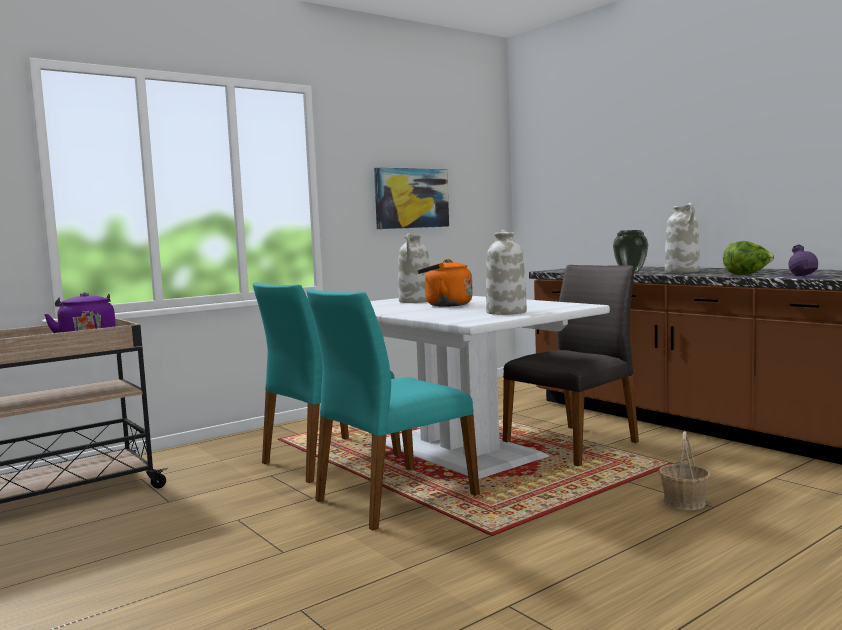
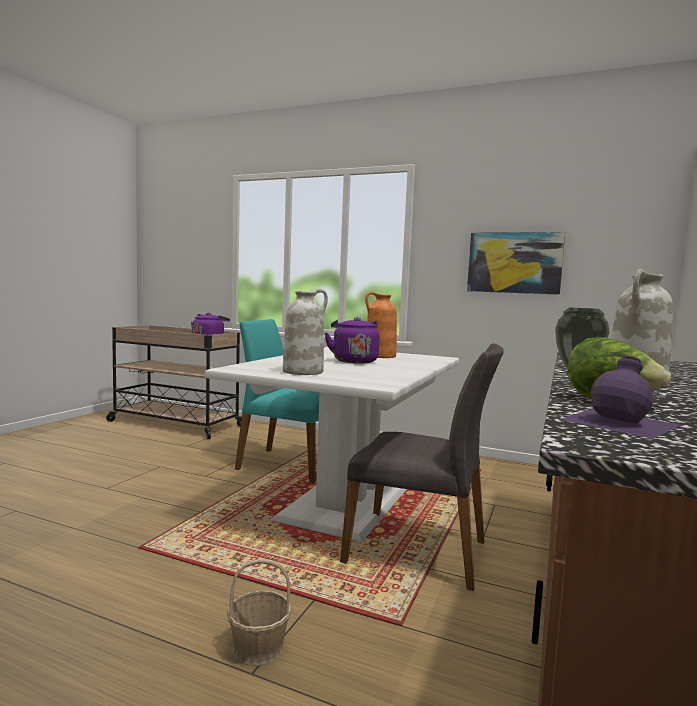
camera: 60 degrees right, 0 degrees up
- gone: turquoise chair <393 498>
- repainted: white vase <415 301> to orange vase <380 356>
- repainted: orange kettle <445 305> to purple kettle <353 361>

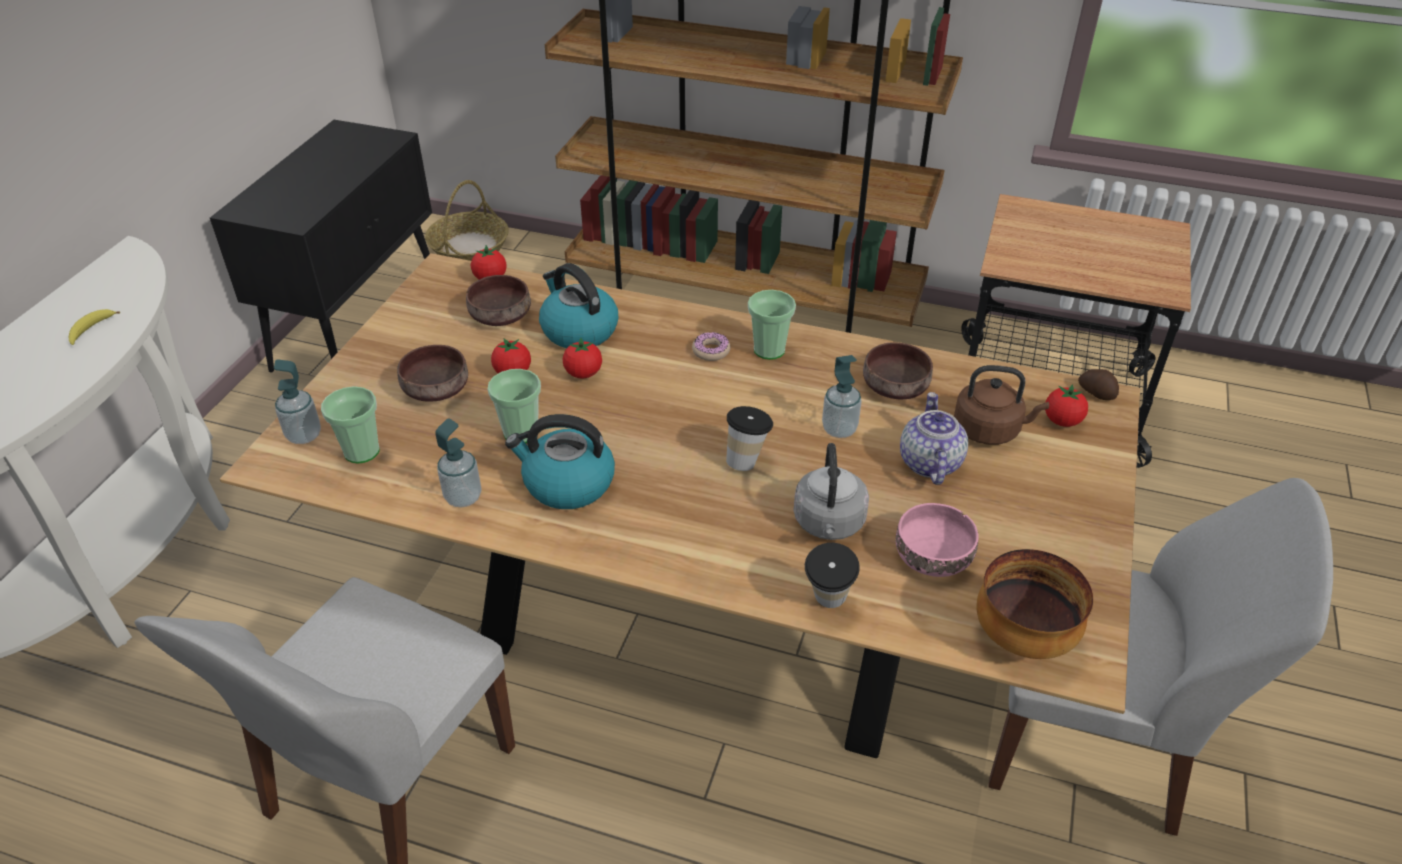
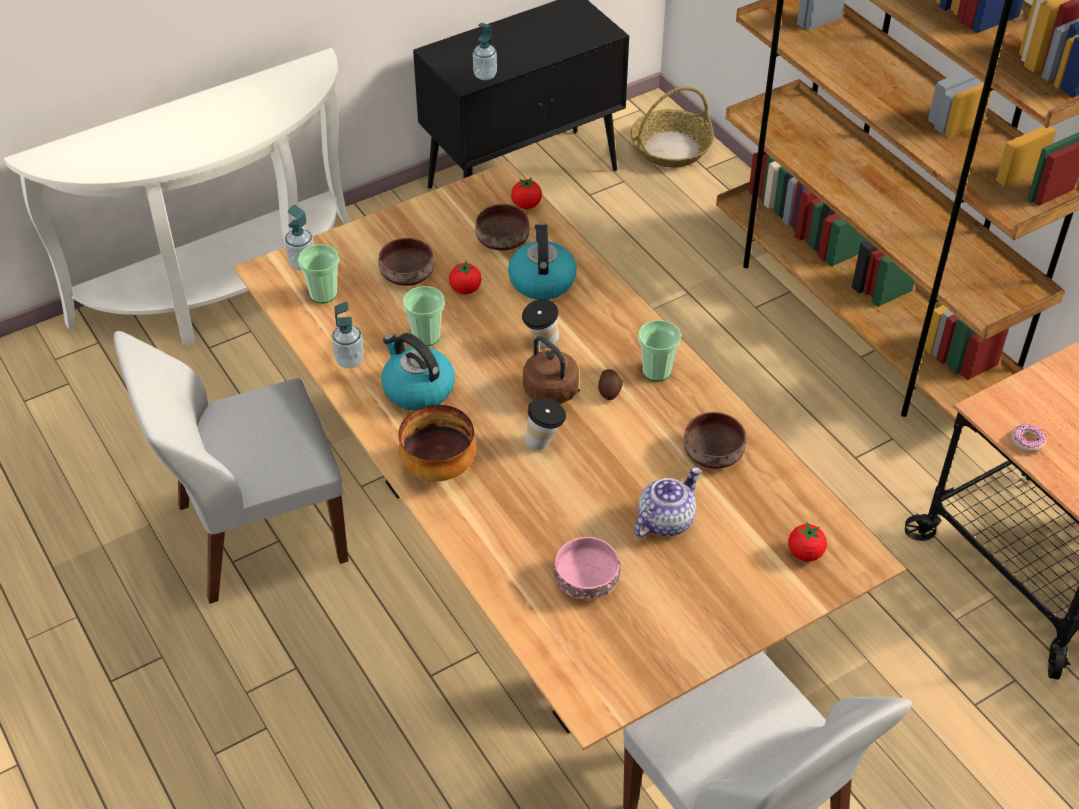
camera: 40 degrees right, 5 degrees up
- gone: banana <91 330>
- gone: tomato <583 373>
- shifted: donut <711 351> to <1027 441>
- gone: grey kettle <829 524>
- shifted: cup <827 604> to <541 343>
- shifted: soap dispenser <839 429> to <485 75>
- shifted: brown kettle <990 430> to <553 393>
- shifted: bowl <1022 636> to <439 468>
- shifted: potato <1097 392> to <609 390>

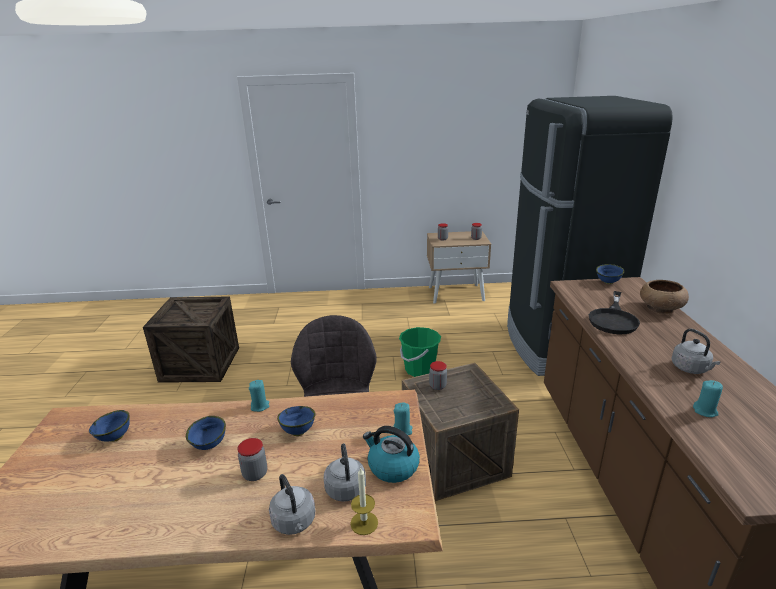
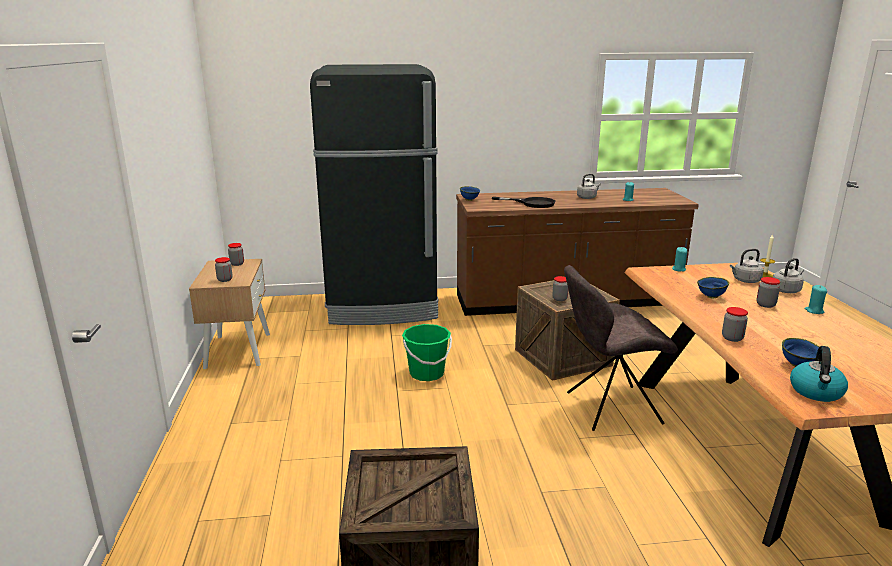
camera: 95 degrees left, 5 degrees down
- gone: blue bowl <210 445>
- shifted: turquoise candle <260 406> to <814 311>
- shifted: kettle <392 467> to <816 392>
- gone: brown bowl <660 308>
- new: jar <732 338>

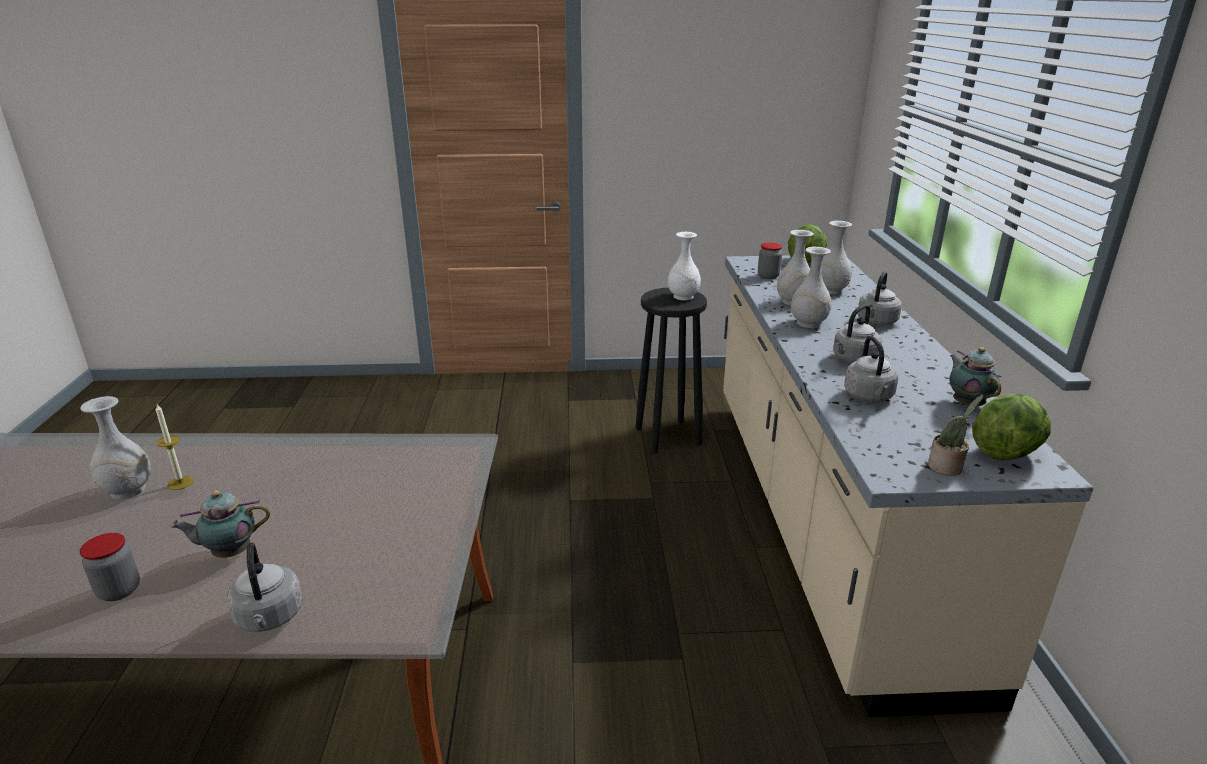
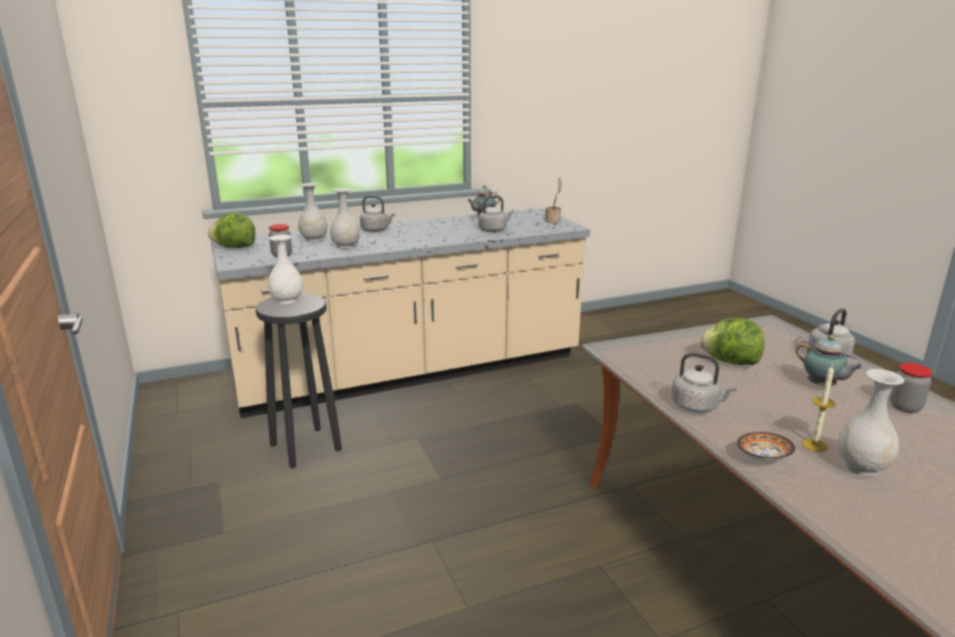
camera: 110 degrees left, 5 degrees down
- gone: white vase <808 323>
- shifted: grey kettle <853 360> to <697 406>
- shifted: lettuce <1005 452> to <730 362>
- new: bowl <765 458>

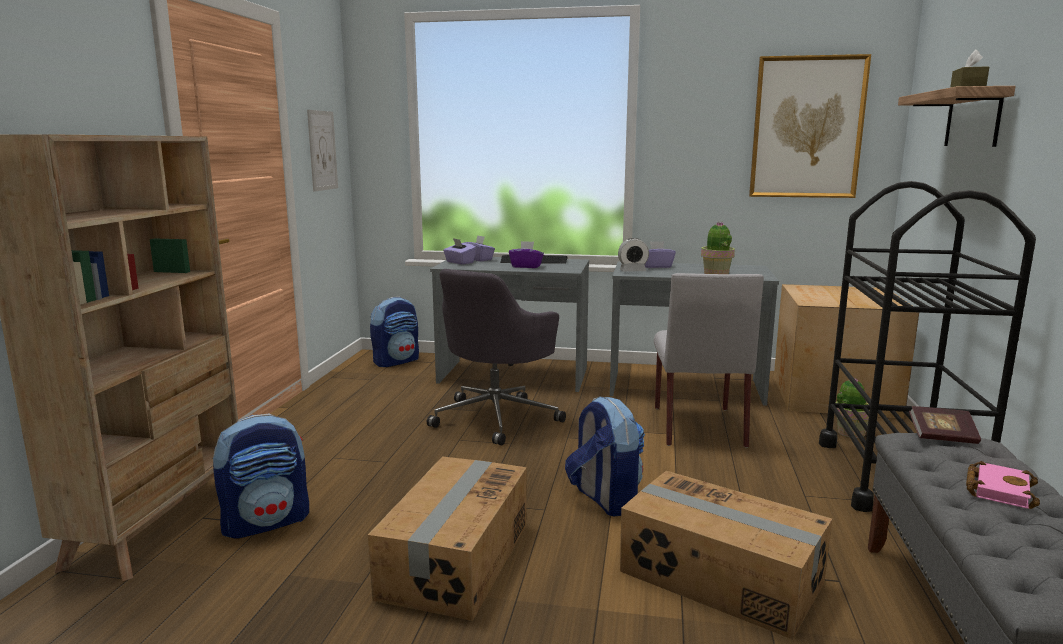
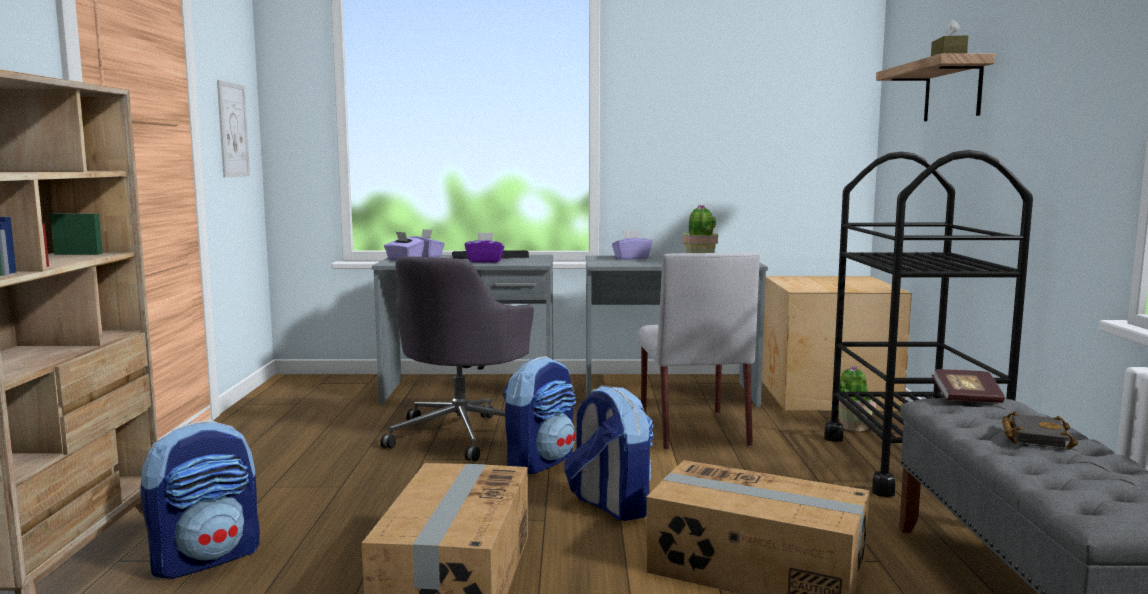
camera: 10 degrees left, 5 degrees down
- shifted: backpack <396 361> to <540 462>
- gone: alarm clock <632 271>
- gone: picture <807 128>
- repainted: pink book <997 489> to black book <1033 436>

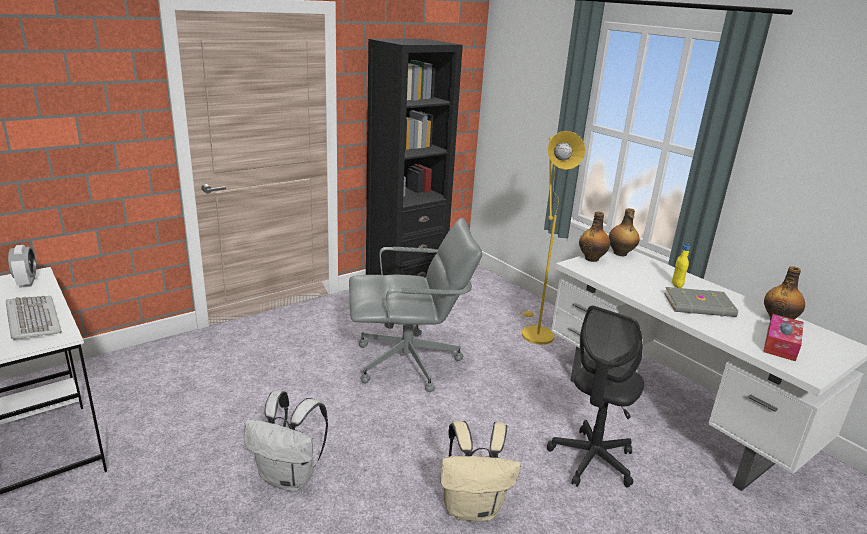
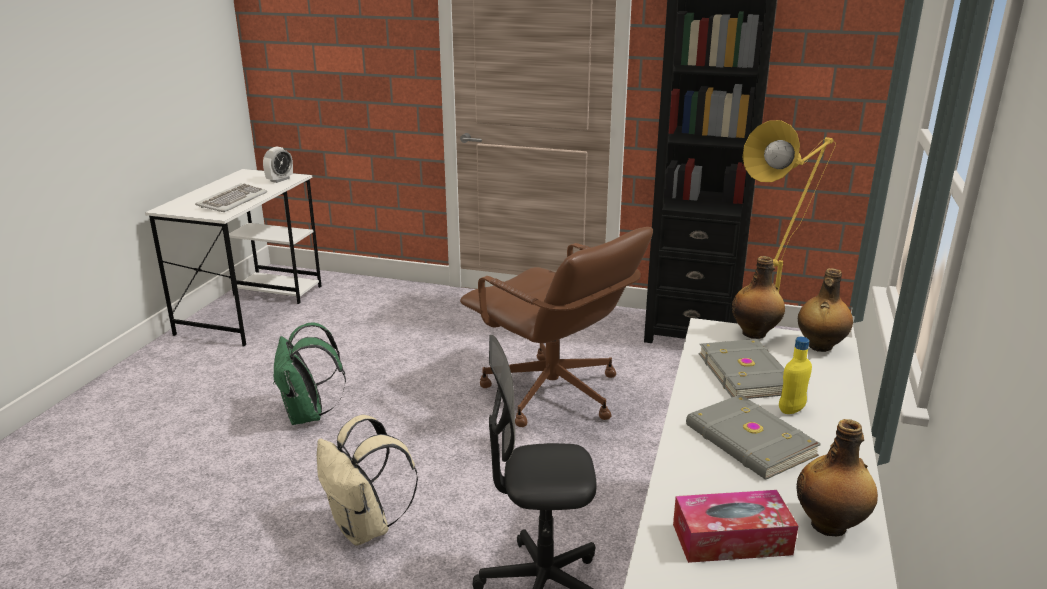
camera: 55 degrees right, 0 degrees up
- repainted: white backpack <289 478> to green backpack <308 415>
- repainted: grey office chair <408 363> to brown office chair <552 394>
- new: grey book <747 373>

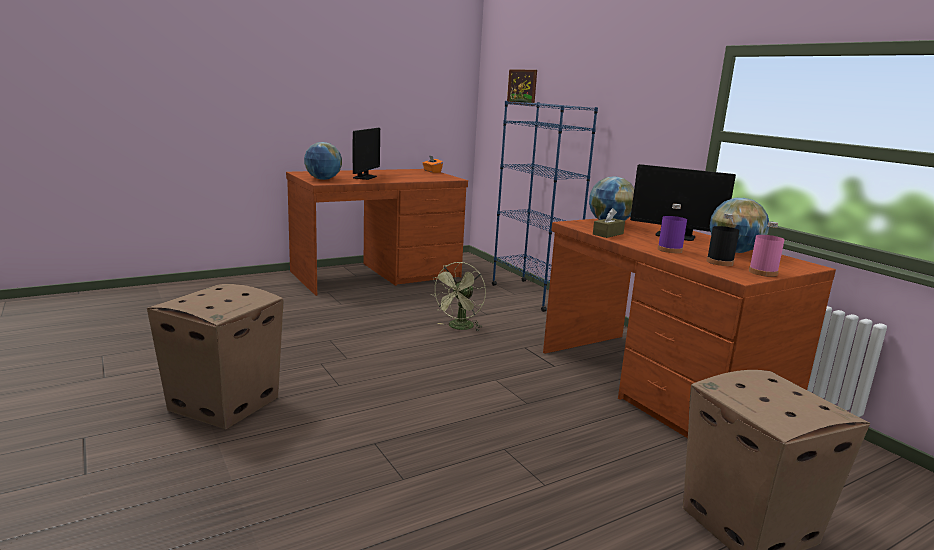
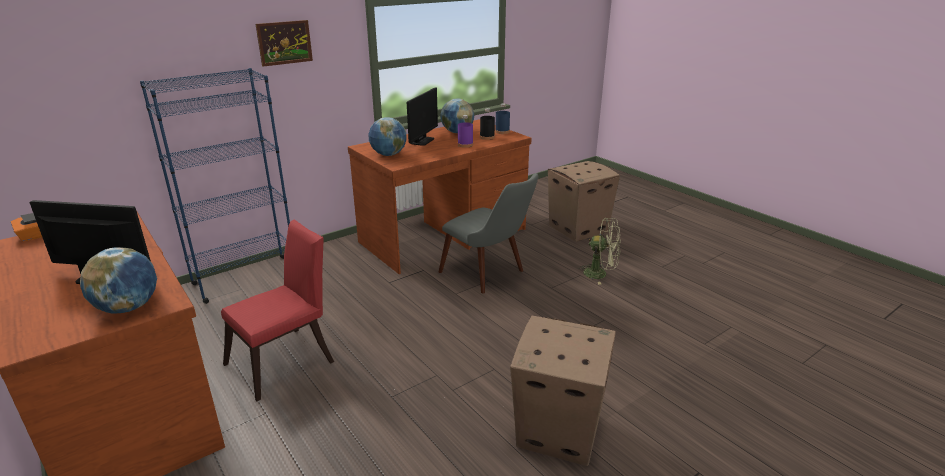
camera: 95 degrees left, 10 degrees up
- shifted: green fan <459 328> to <600 274>
- shifted: picture <522 87> to <284 42>
- gone: brown tissue box <608 234>
- repainted: pink bottle <763 272> to blue bottle <502 132>
- new: red chair <286 360>
- new: grey chair <489 274>

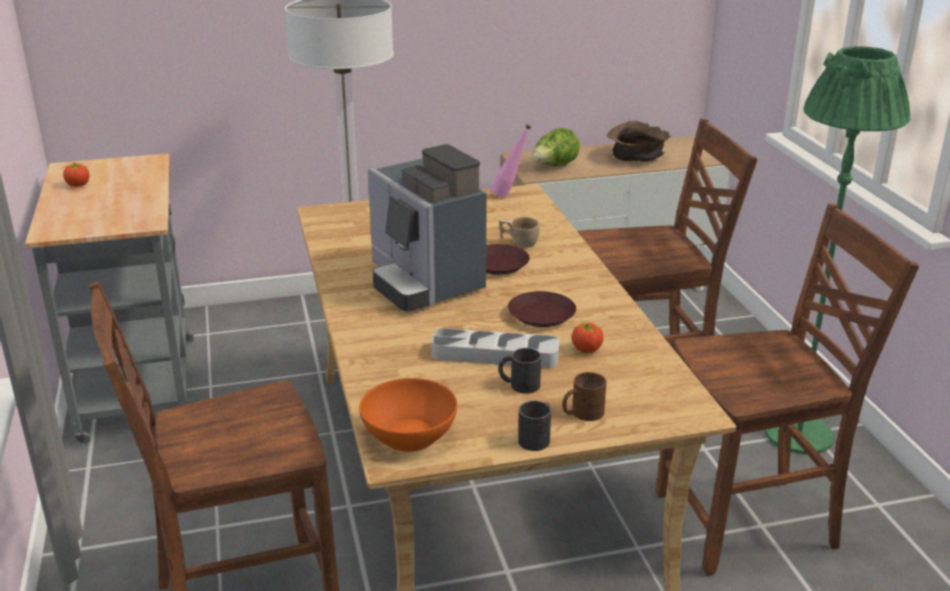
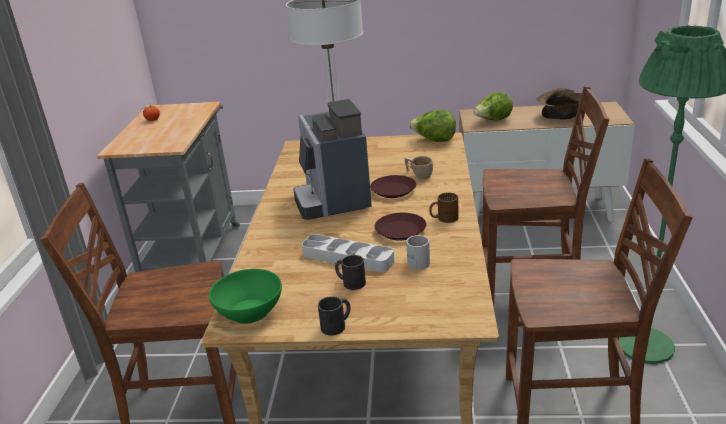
camera: 20 degrees right, 0 degrees up
- repainted: orange bowl <409 436> to green bowl <249 311>
- swapped: pink bottle <509 196> to lettuce <434 140>
- shifted: brown mug <581 412> to <444 218>
- swapped: tomato <587 349> to white mug <417 260>

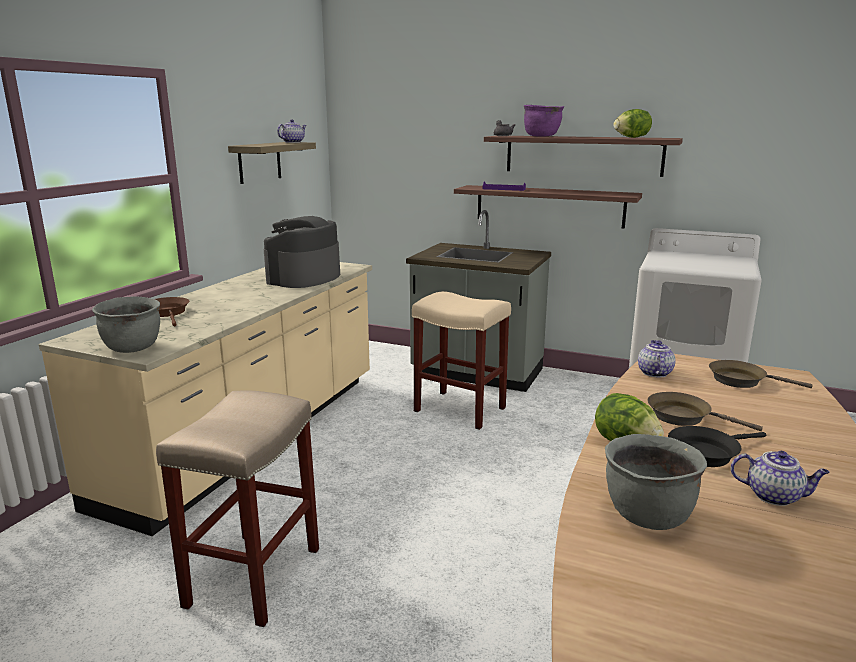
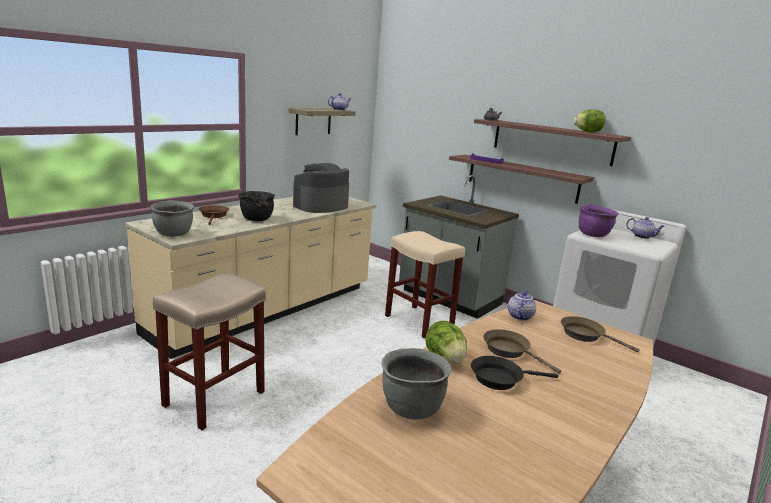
camera: 15 degrees right, 0 degrees up
- shifted: purple cooking pot <542 136> to <593 235>
- shifted: teapot <774 496> to <642 236>
- new: black cooking pot <256 219>

